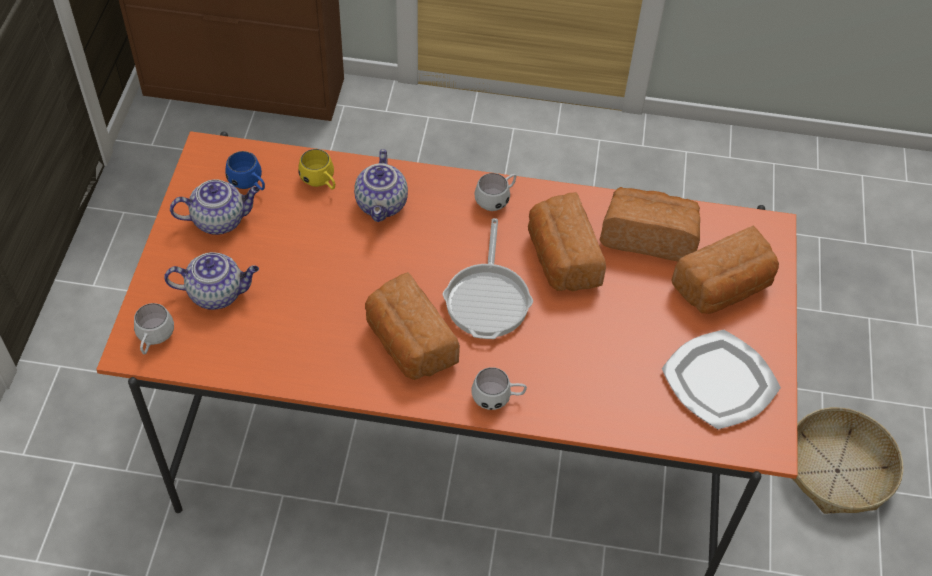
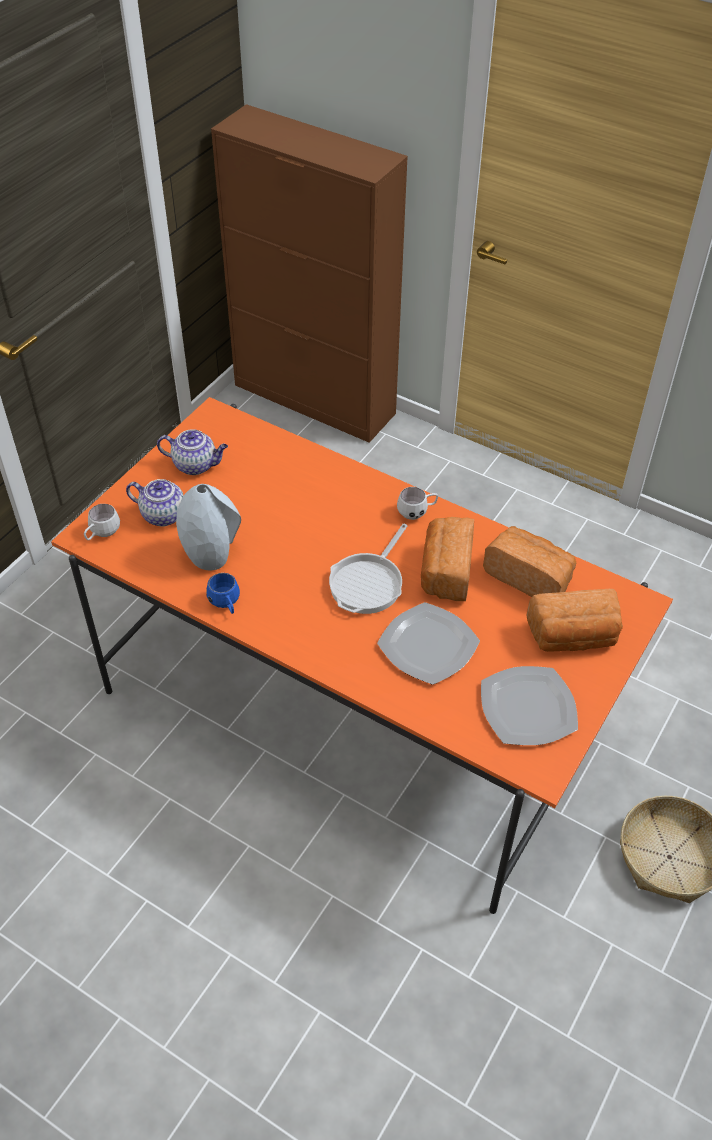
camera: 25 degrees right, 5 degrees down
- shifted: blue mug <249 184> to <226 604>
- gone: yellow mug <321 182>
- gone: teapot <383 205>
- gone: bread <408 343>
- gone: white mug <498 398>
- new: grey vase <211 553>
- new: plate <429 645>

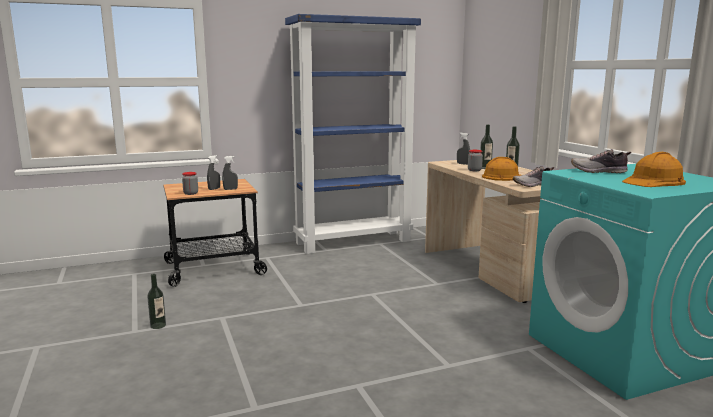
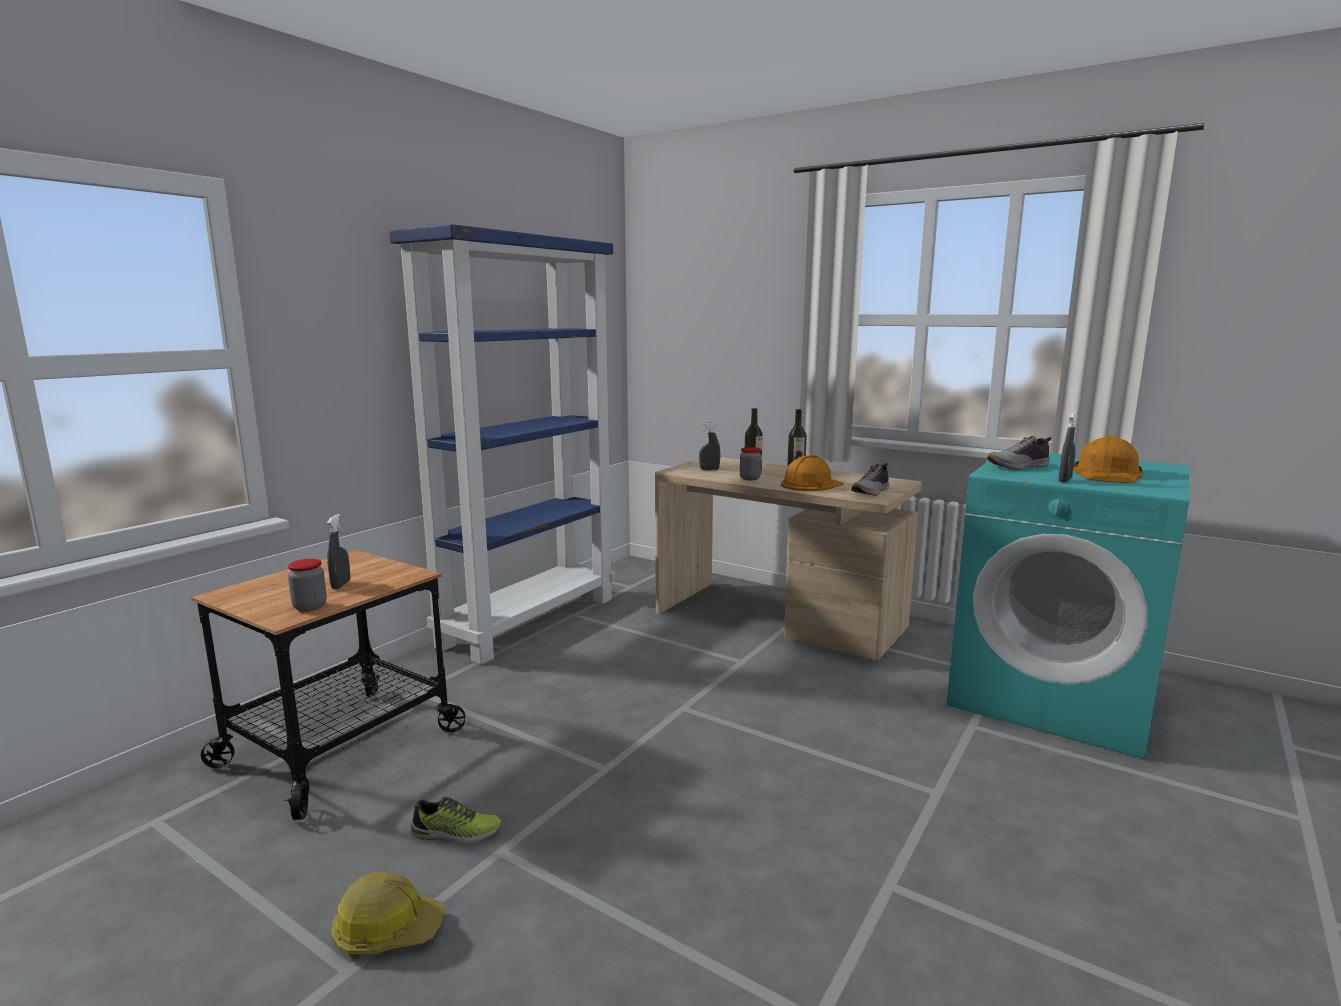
camera: 35 degrees left, 0 degrees up
- swapped: bottle <158 325> to hard hat <387 930>
- shifted: grey spray bottle <230 189> to <1064 480>
- new: shoe <455 833>

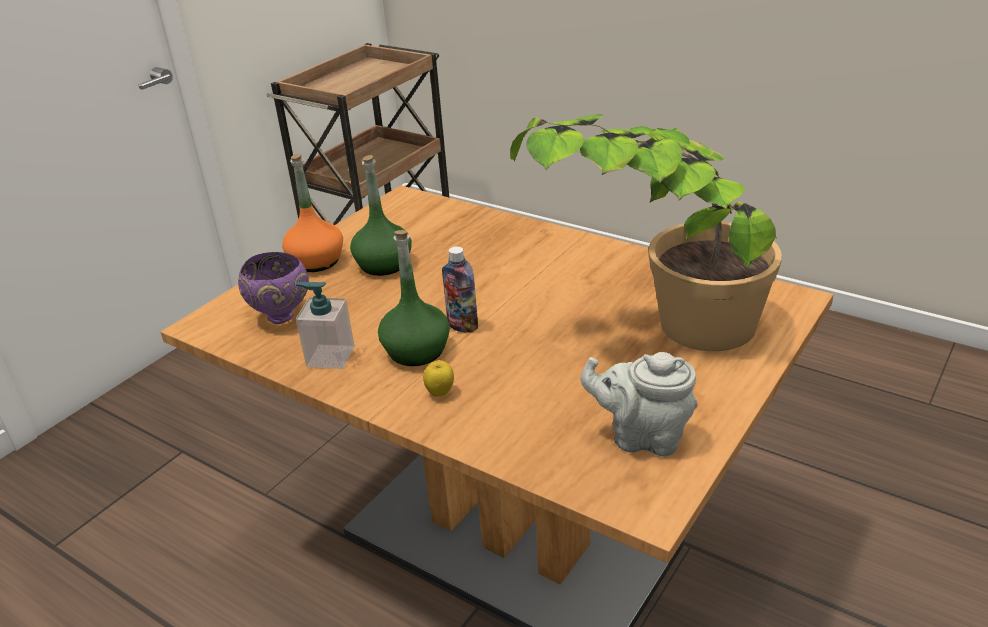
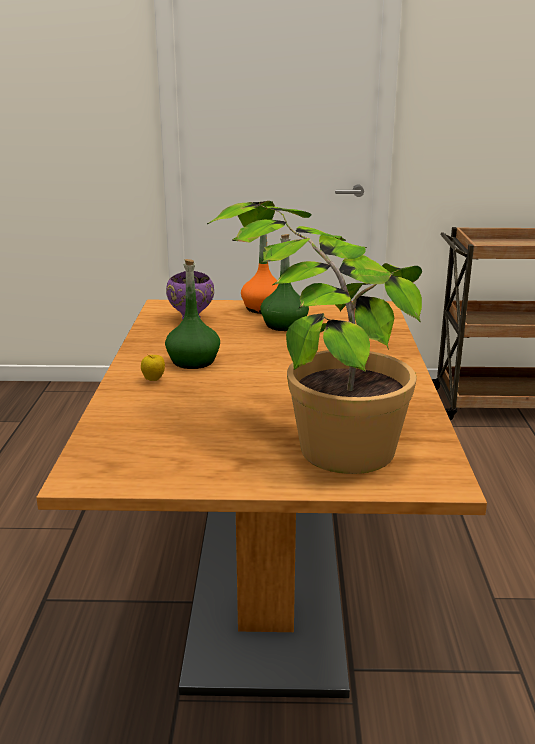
camera: 55 degrees right, 10 degrees down
- gone: soap dispenser <330 356>
- gone: bottle <462 326>
- gone: grey teapot <642 437>

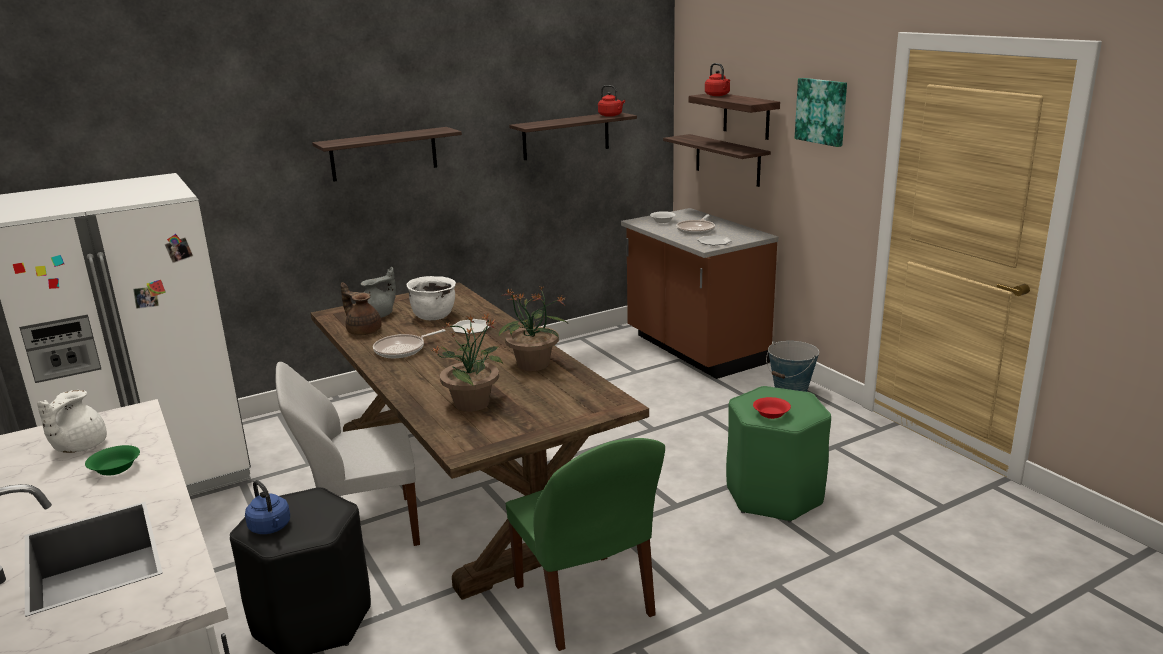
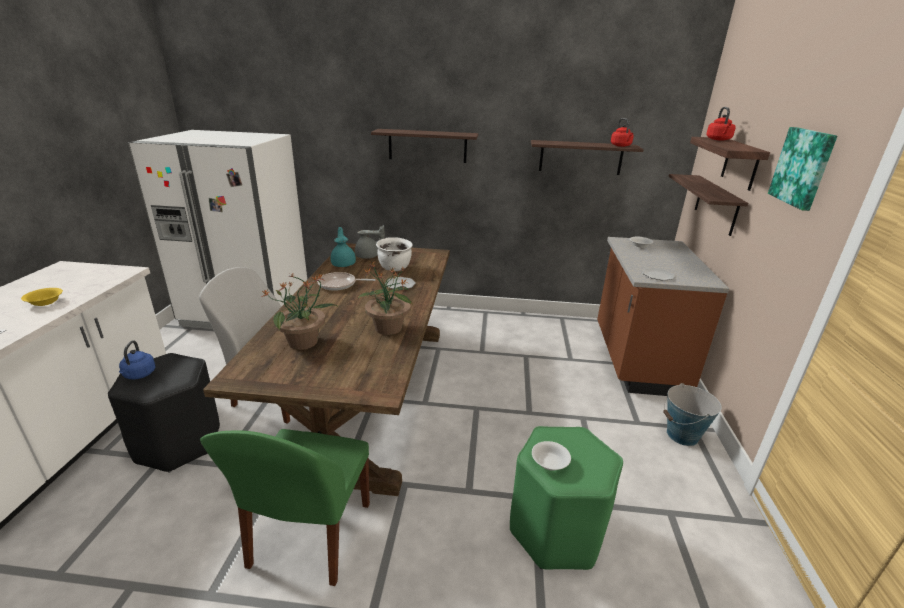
camera: 35 degrees right, 5 degrees up
- gone: white teapot <78 447>
- repainted: green bowl <115 469> to yellow bowl <44 302>
- repainted: brown teapot <363 331> to turquoise teapot <343 264>
- gone: frying pan <696 230>
- repainted: red bowl <771 414> to white bowl <550 463>

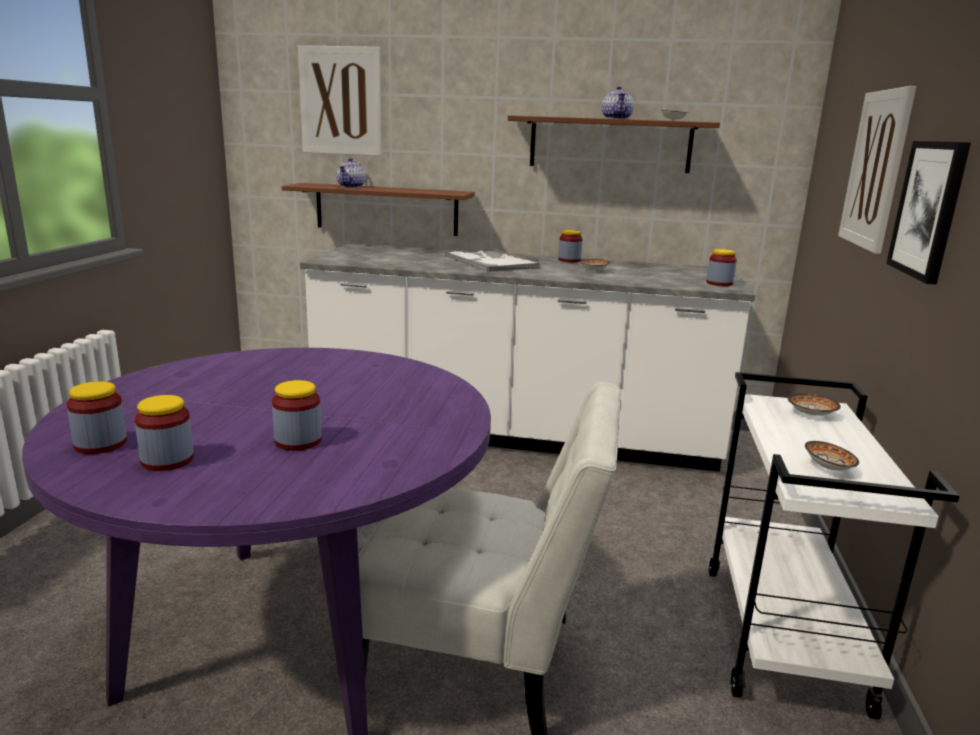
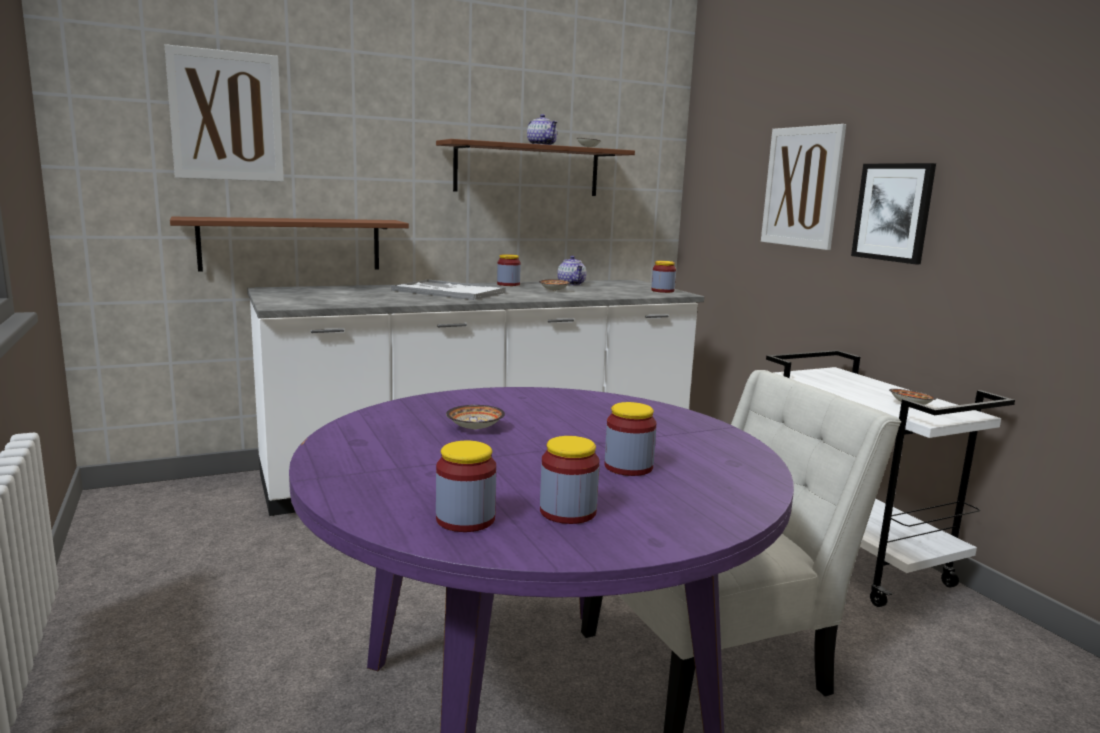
camera: 35 degrees left, 5 degrees down
- shifted: teapot <351 187> to <572 284>
- shifted: bowl <811 414> to <475 429>

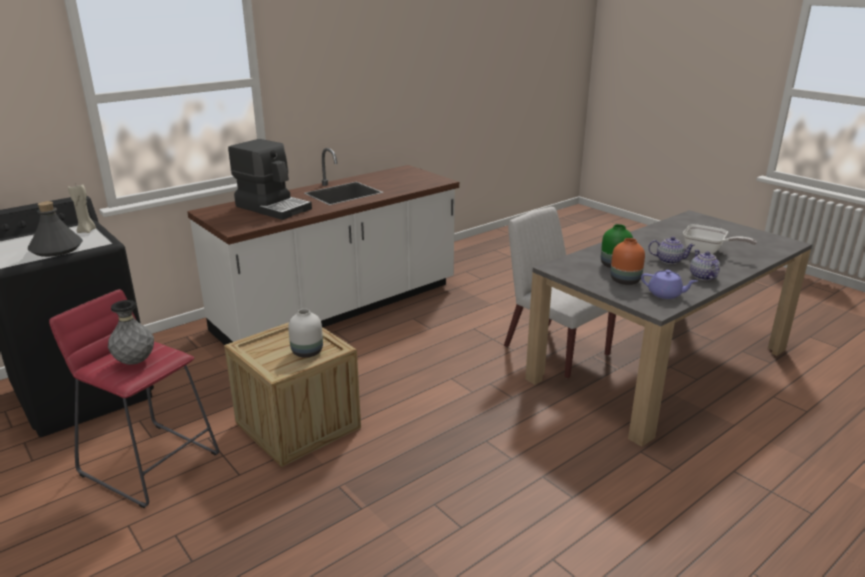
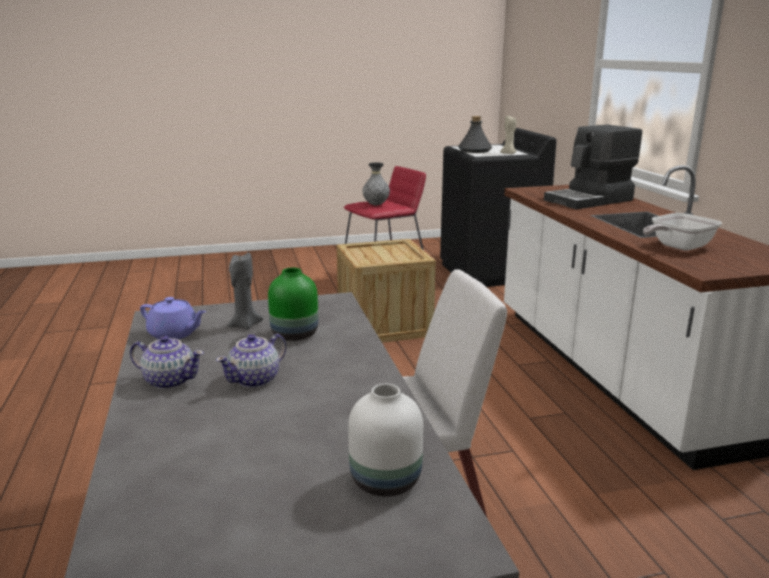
camera: 115 degrees right, 5 degrees down
- shifted: white vase <307 351> to <387 481>
- swapped: orange vase <624 280> to grey candle <244 325>
- rotated: purple teapot <665 294> = <174 334> 120 degrees counterclockwise
- shifted: frying pan <707 251> to <677 247>

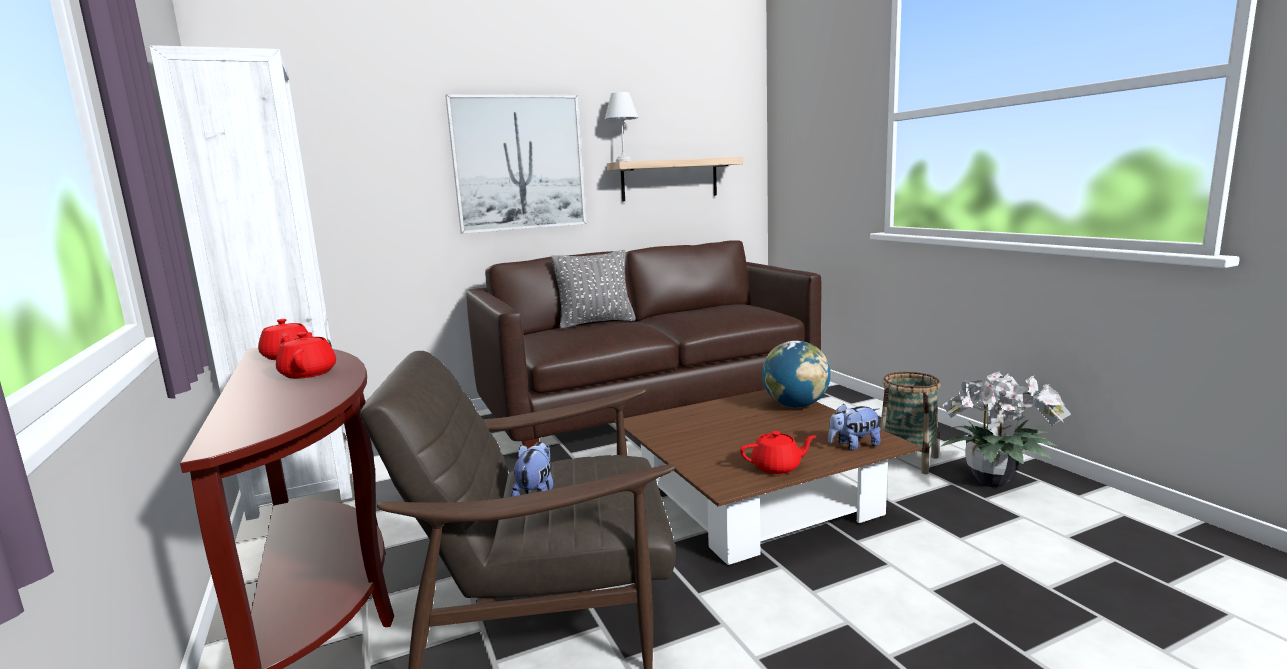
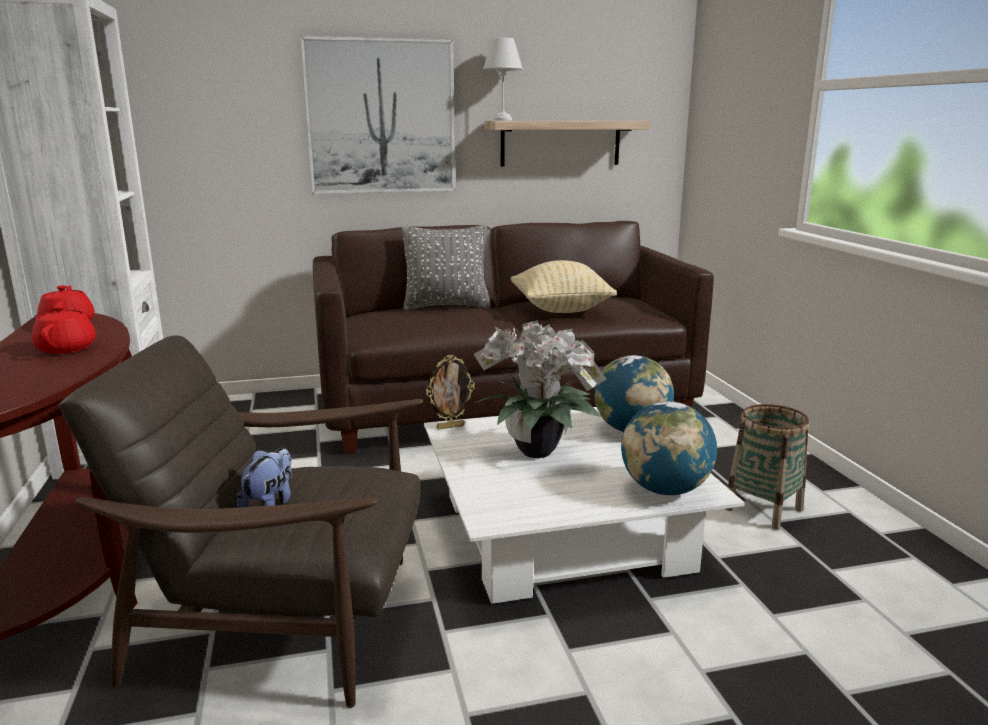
camera: 10 degrees right, 5 degrees up
- repainted: brown coffee table <756 499> to white coffee table <564 531>
- gone: red teapot <777 467>
- swapped: plush toy <853 445> to globe <665 490>
- shifted: potted plant <995 482> to <539 453>
- new: picture frame <450 426>
- new: beige pillow <560 309>

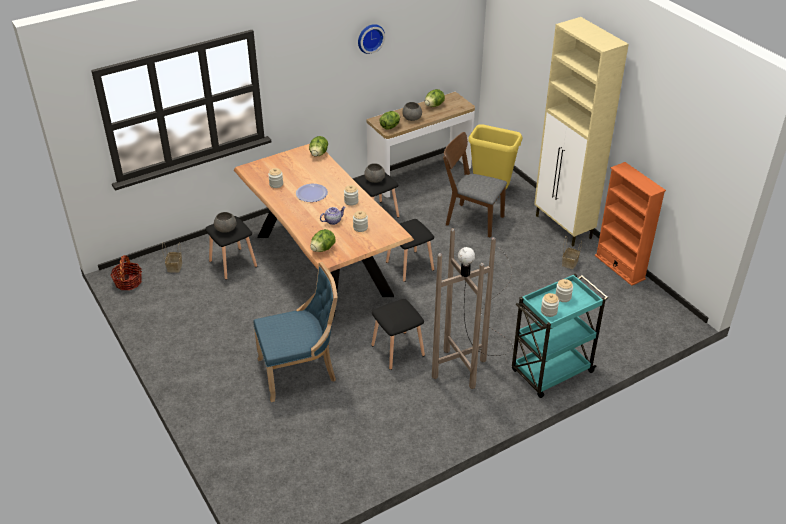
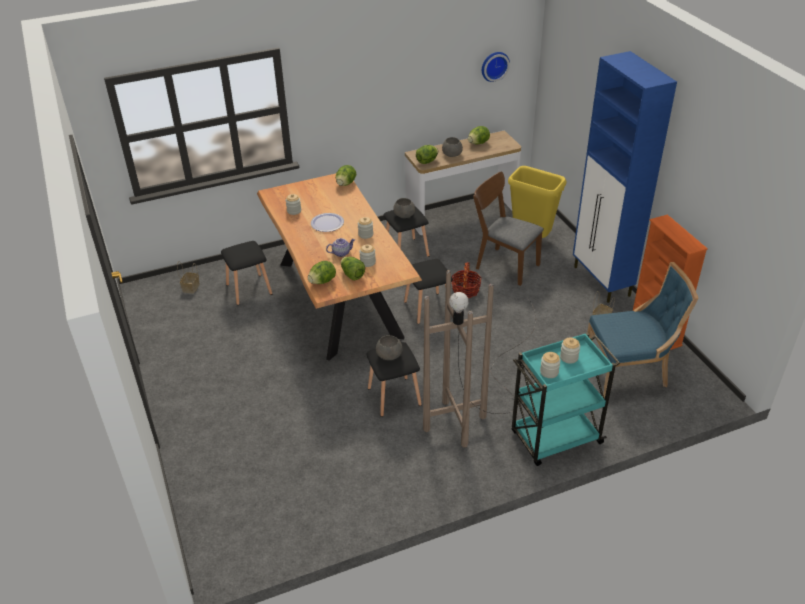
camera: 10 degrees right, 0 degrees up
- shifted: basket <128 282> to <465 290>
- shifted: grey bowl <226 229> to <389 355>
- shifted: blue chair <300 371> to <629 373>
- shifted: wall clock <370 38> to <494 65>
- repainted: beige cabinet <563 227> to blue cabinet <602 282>
- new: lettuce <352 275>

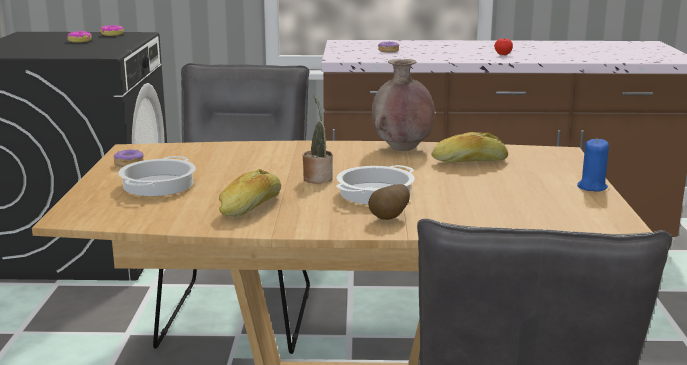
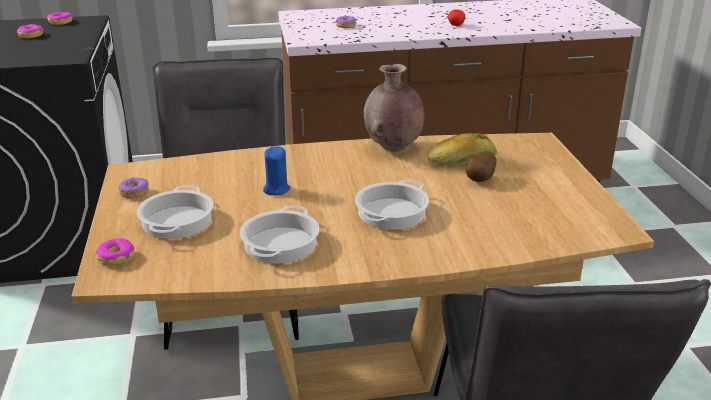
camera: 10 degrees left, 10 degrees up
- swapped: bread <250 207> to cooking pot <281 244>
- gone: potted plant <317 178>
- shifted: potato <390 218> to <481 180>
- shifted: blue candle <592 187> to <276 189>
- new: donut <116 257>

